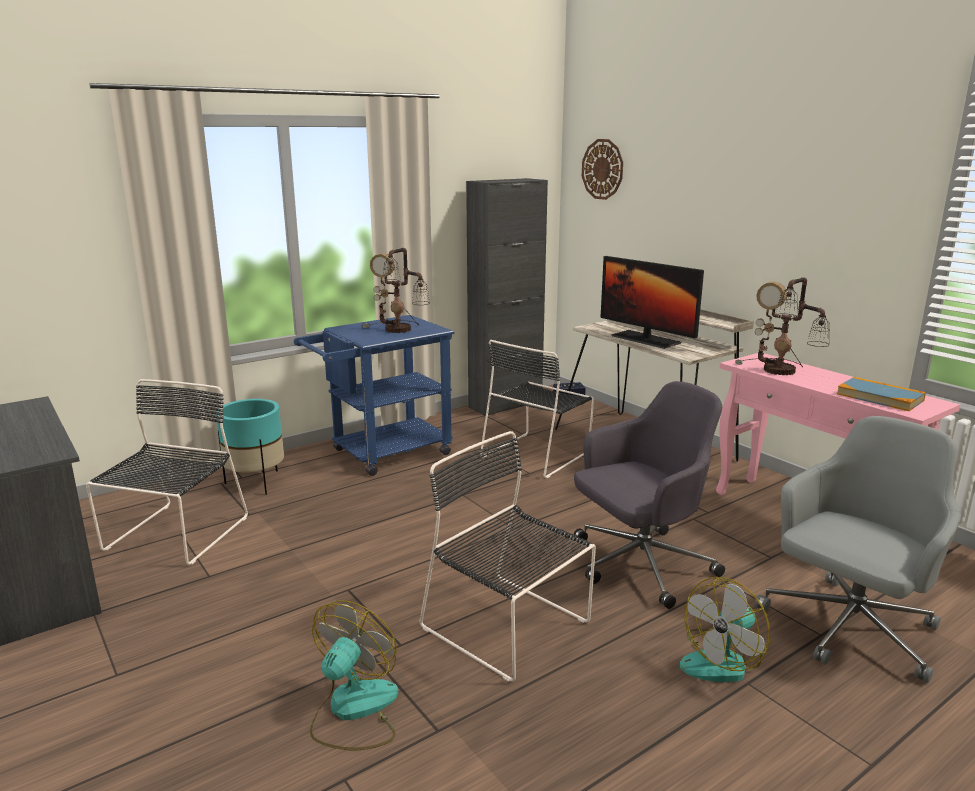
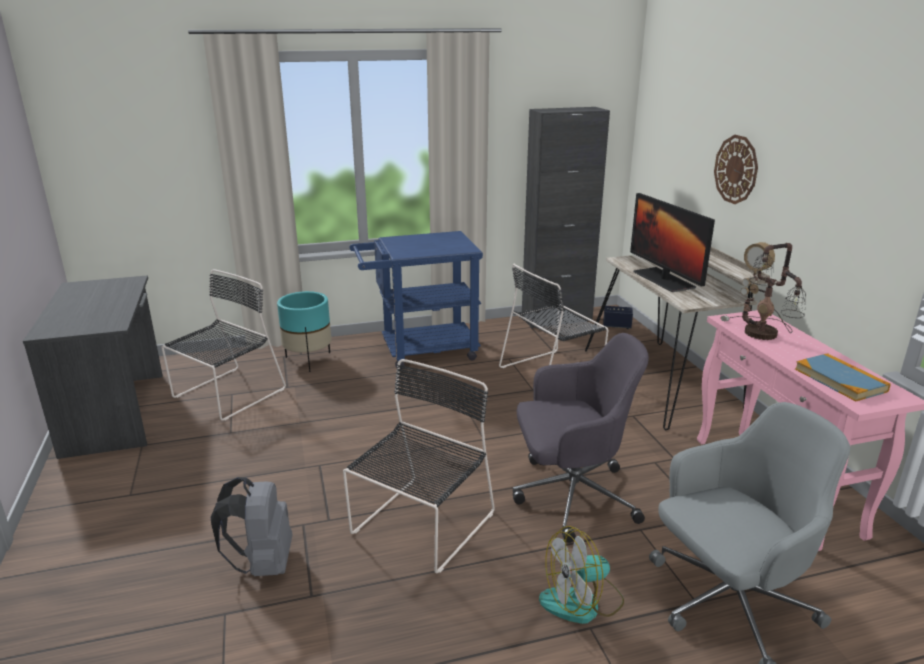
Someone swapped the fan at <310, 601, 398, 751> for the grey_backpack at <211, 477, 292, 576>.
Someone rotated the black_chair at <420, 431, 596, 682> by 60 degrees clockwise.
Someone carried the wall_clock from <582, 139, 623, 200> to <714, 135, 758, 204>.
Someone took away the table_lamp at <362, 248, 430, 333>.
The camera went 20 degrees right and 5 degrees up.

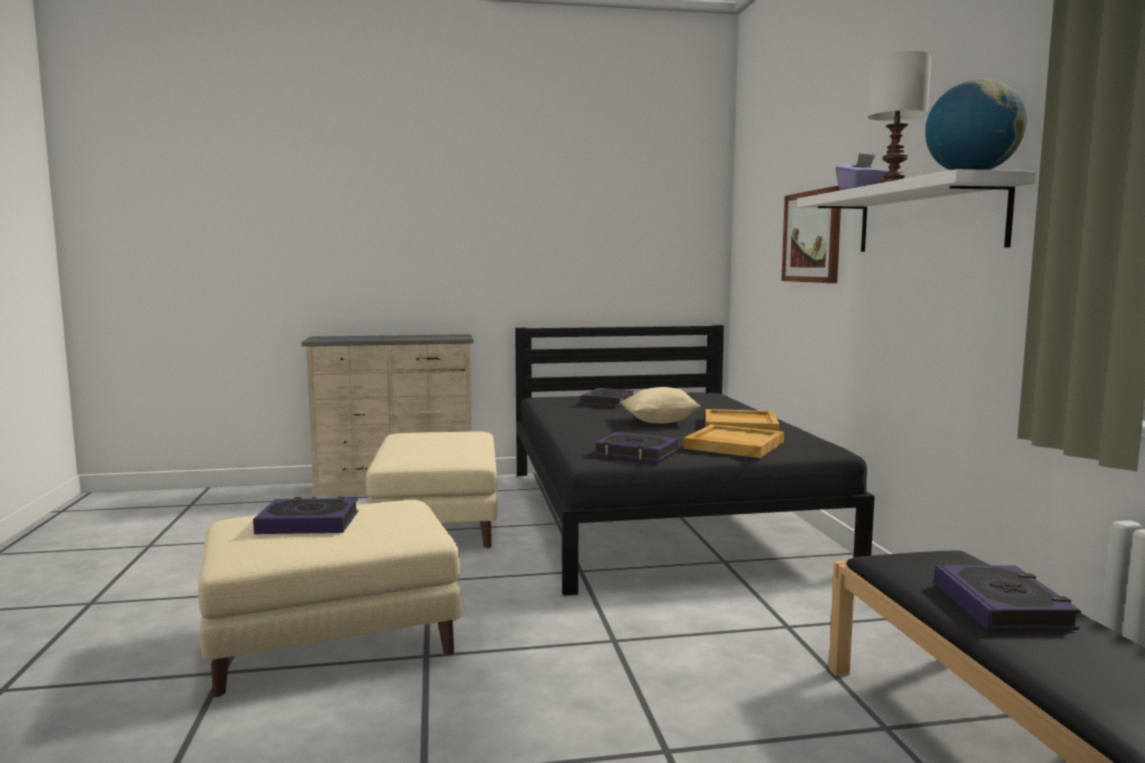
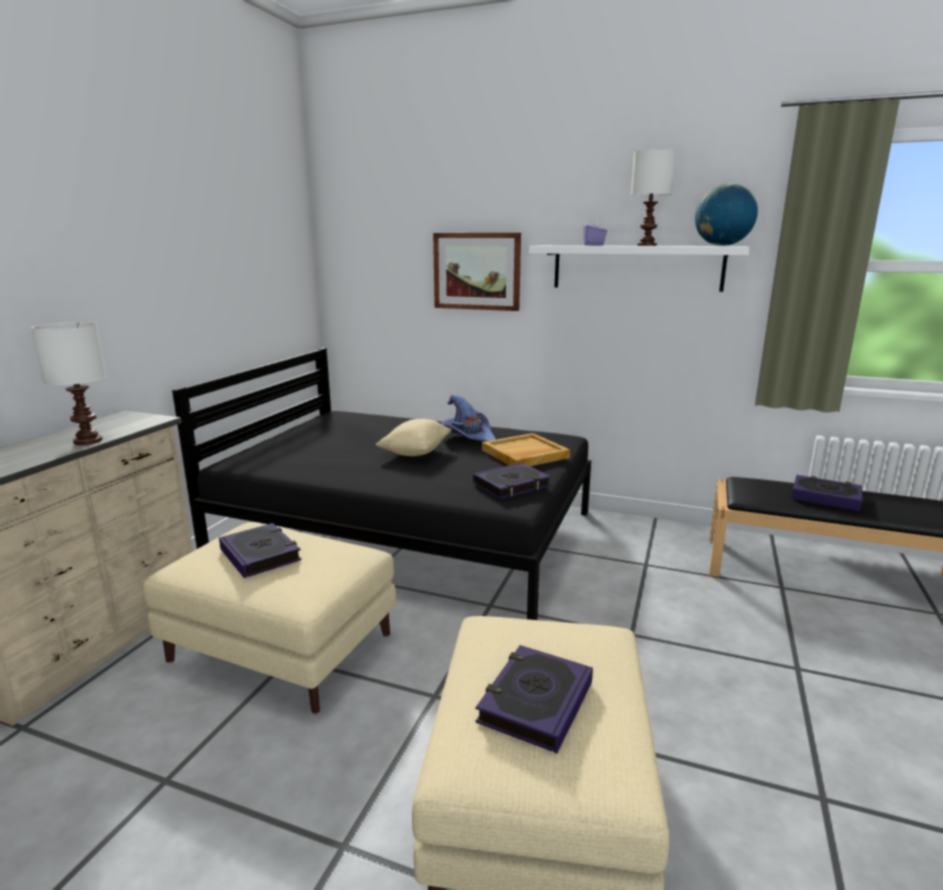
Someone put down the white_table_lamp at <31, 322, 106, 445>.
Someone carried the book from <581, 388, 634, 407> to <219, 523, 301, 578>.
Someone swapped the beige_tray at <705, 409, 780, 431> for the purple_hat at <441, 394, 496, 442>.
The camera went 60 degrees left and 10 degrees up.

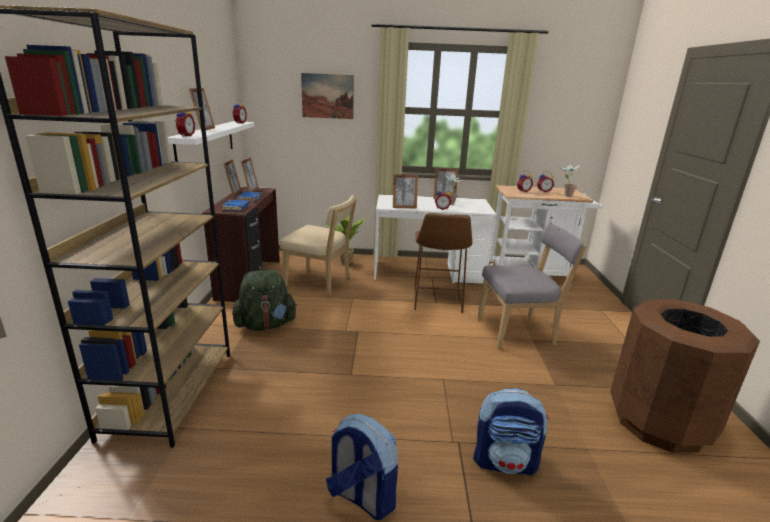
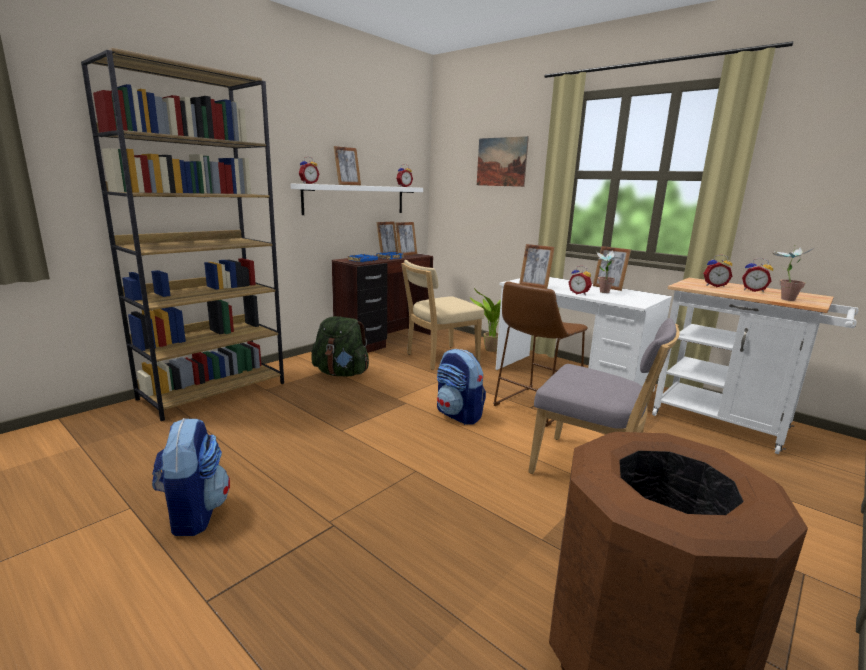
Someone rotated the beige_chair at <280, 195, 357, 295> by 90 degrees clockwise.
Someone carried the backpack from <473, 388, 548, 476> to <437, 349, 486, 425>.
The camera went 40 degrees right and 5 degrees down.

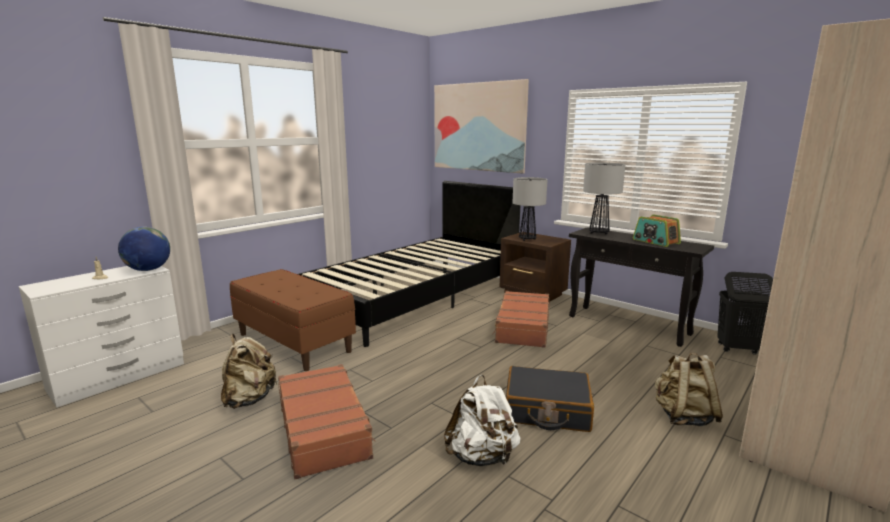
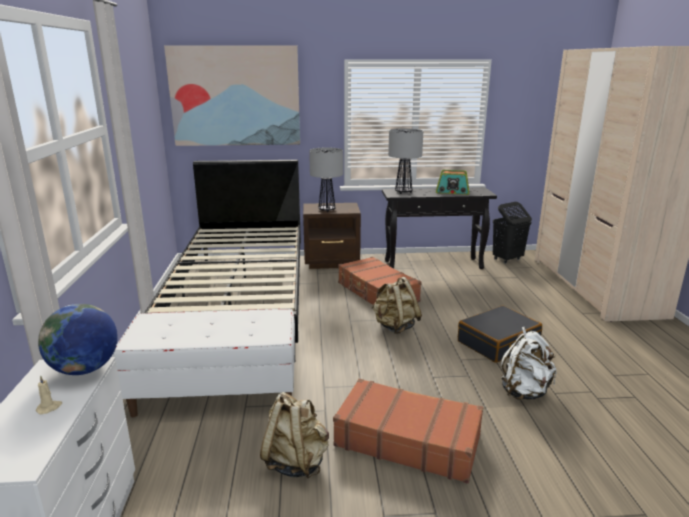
Someone repainted the brown_bench at <230, 269, 356, 371>, which became the white_bench at <113, 309, 295, 417>.
Someone carried the beige_backpack from <655, 352, 723, 426> to <372, 277, 422, 334>.
The camera went 45 degrees left and 5 degrees up.

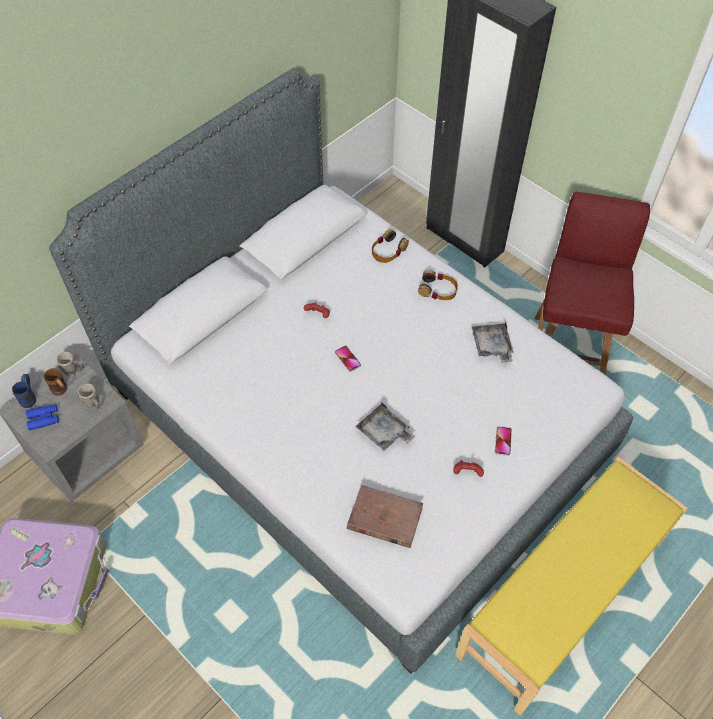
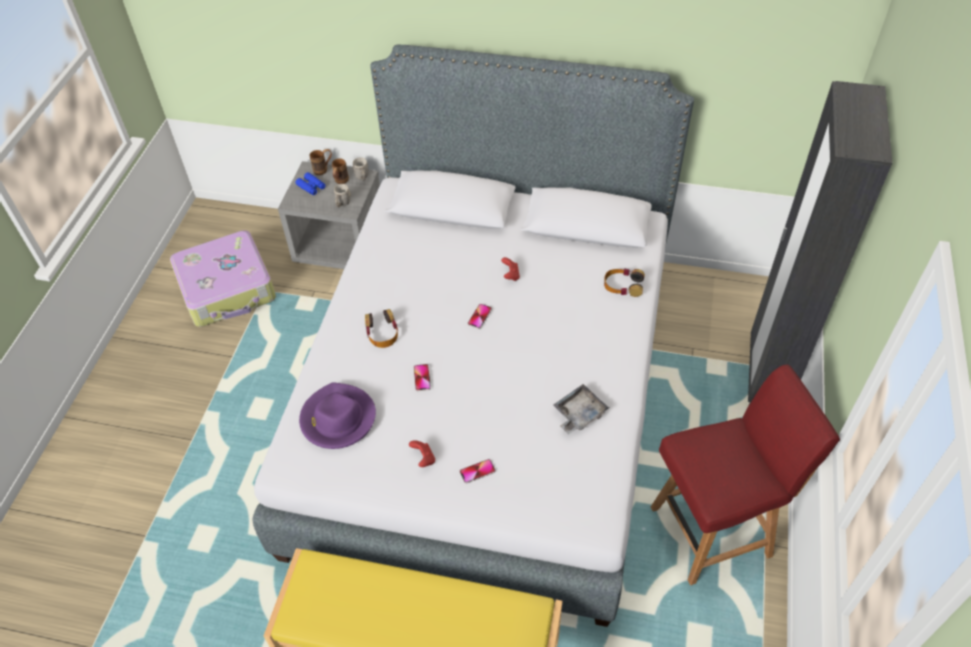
Someone swapped the brown_book at <347, 485, 423, 548> for the purple_hat at <299, 383, 376, 449>.
Someone repainted the blue_mug at <12, 374, 36, 408>, which became the brown_mug at <310, 149, 332, 175>.
Someone carried the headphones from <418, 270, 458, 300> to <365, 309, 398, 348>.
Someone swapped the grey_tray at <356, 402, 415, 450> for the phone at <414, 364, 431, 391>.
The camera went 60 degrees right and 5 degrees down.

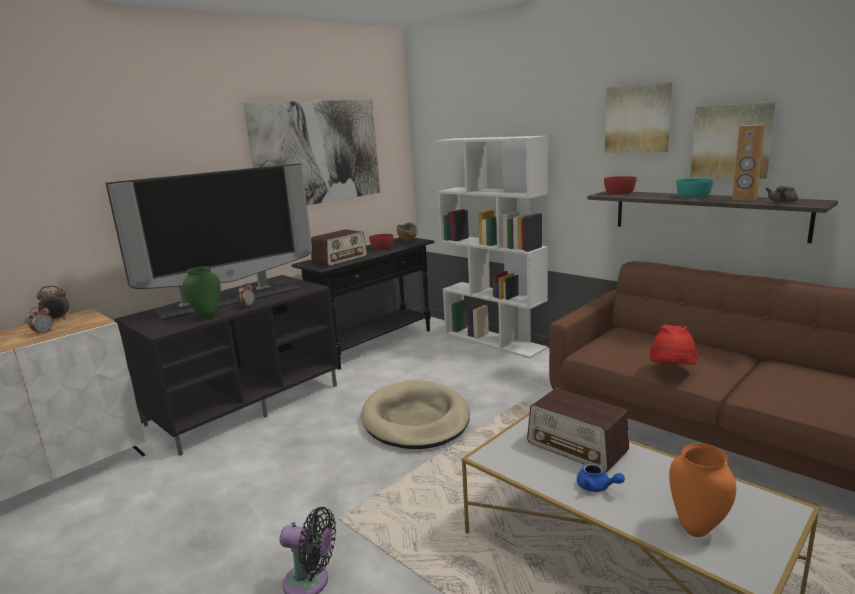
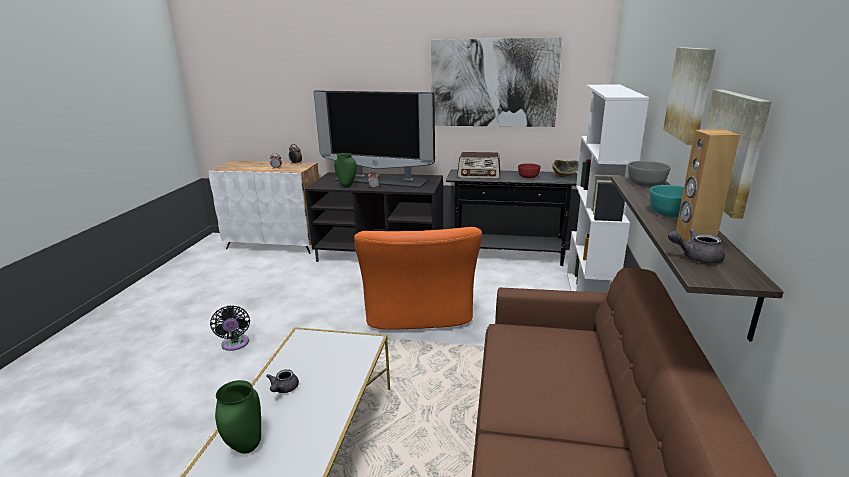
Someone repainted the orange_vase at <669, 443, 736, 537>, which became the green_vase at <215, 380, 261, 454>.
Someone repainted the blue_teapot at <577, 462, 625, 492>, which became the grey_teapot at <266, 369, 299, 393>.
Someone swapped the beige_dog_bed at <361, 380, 470, 449> for the orange_armchair at <354, 227, 482, 330>.
Someone repainted the red_bowl at <604, 176, 637, 194>, which became the grey_bowl at <628, 161, 671, 187>.
Someone took away the radio at <527, 388, 629, 472>.
Someone took away the red_hat at <650, 325, 698, 365>.
The camera went 55 degrees right and 5 degrees up.

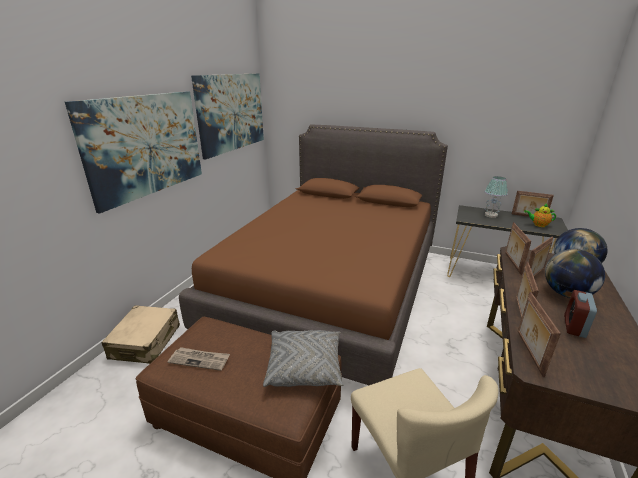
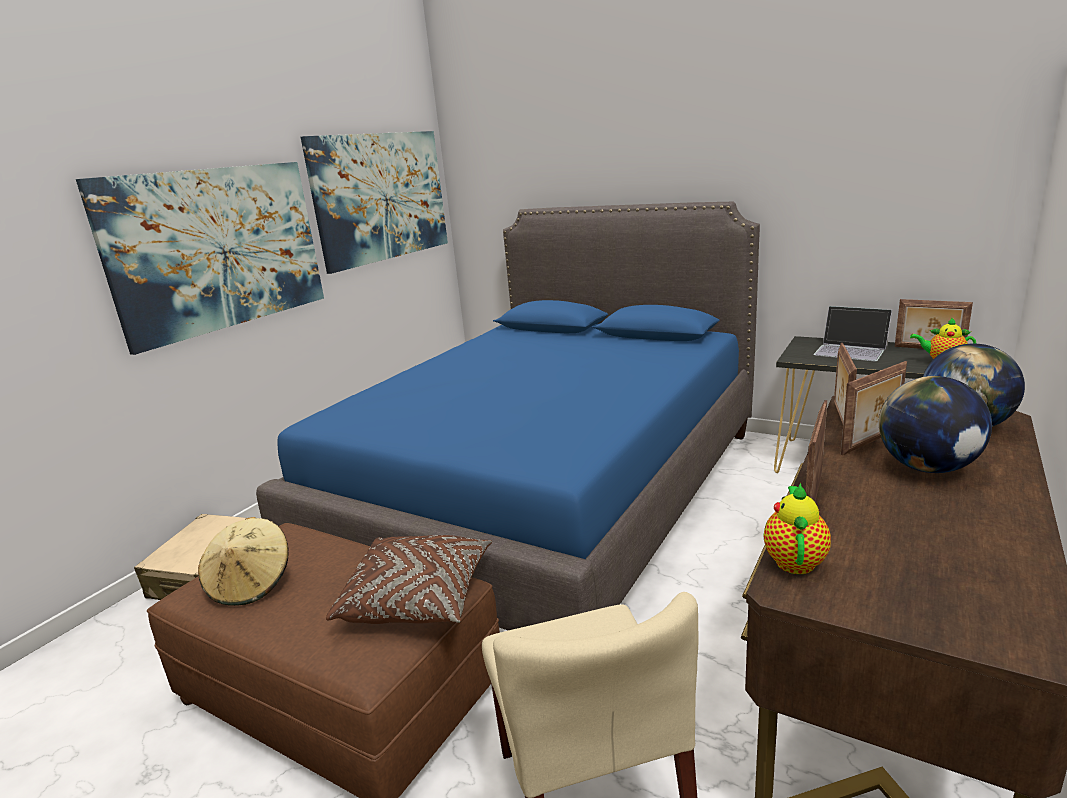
Someone swapped the newspaper at <168, 347, 230, 371> for the beige_hat at <198, 517, 289, 606>.
Someone repainted the brown_bed at <179, 124, 448, 385>, which became the blue_bed at <256, 202, 760, 630>.
Someone repainted the grey_pillow at <263, 330, 343, 387>, which became the brown_pillow at <326, 535, 492, 624>.
Someone swapped the picture_frame at <518, 292, 561, 377> for the teapot at <764, 483, 831, 574>.
Someone swapped the table_lamp at <485, 176, 508, 218> for the laptop at <813, 306, 892, 361>.
Someone took away the alarm_clock at <564, 290, 597, 338>.
The camera went 10 degrees right and 5 degrees down.

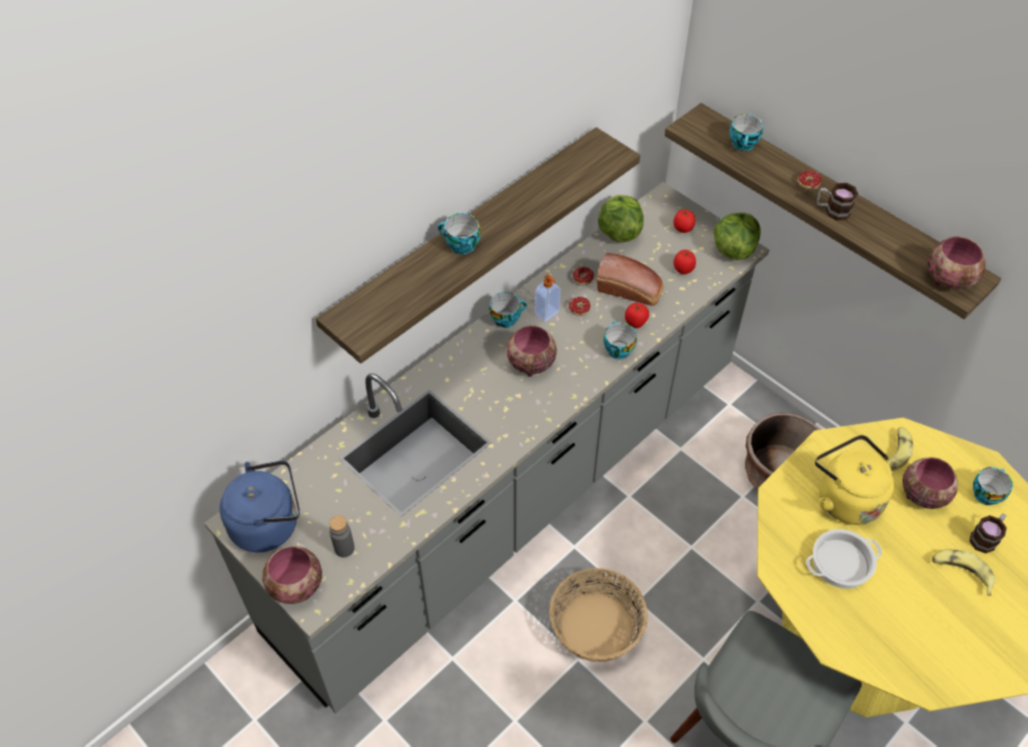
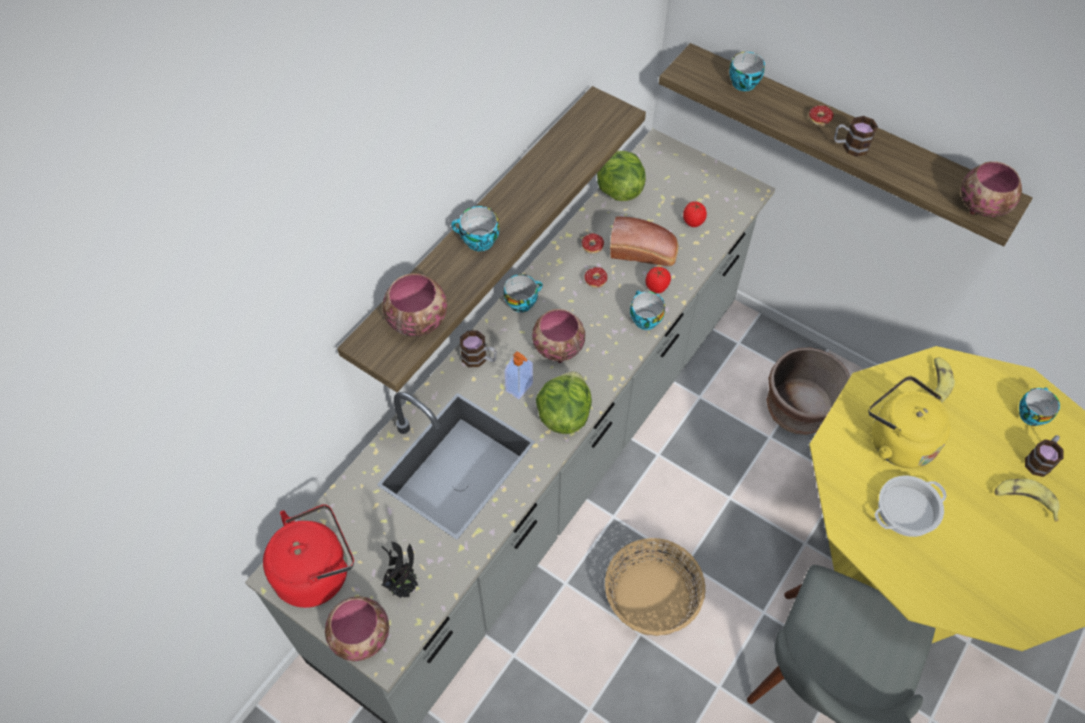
Someone repainted the blue_kettle at <220, 460, 300, 552>, which became the red_kettle at <263, 504, 354, 608>.
Someone swapped the grey_bottle at <329, 515, 355, 558> for the potted_plant at <381, 542, 418, 598>.
Someone carried the bowl from <902, 457, 958, 509> to <383, 273, 447, 337>.
Someone put down the mug at <460, 330, 497, 367>.
Someone carried the soap_dispenser from <535, 274, 561, 322> to <505, 351, 533, 399>.
Someone carried the lettuce from <714, 212, 761, 260> to <536, 371, 592, 434>.
Someone took away the tomato at <673, 209, 695, 233>.
The camera went 10 degrees left and 5 degrees up.

